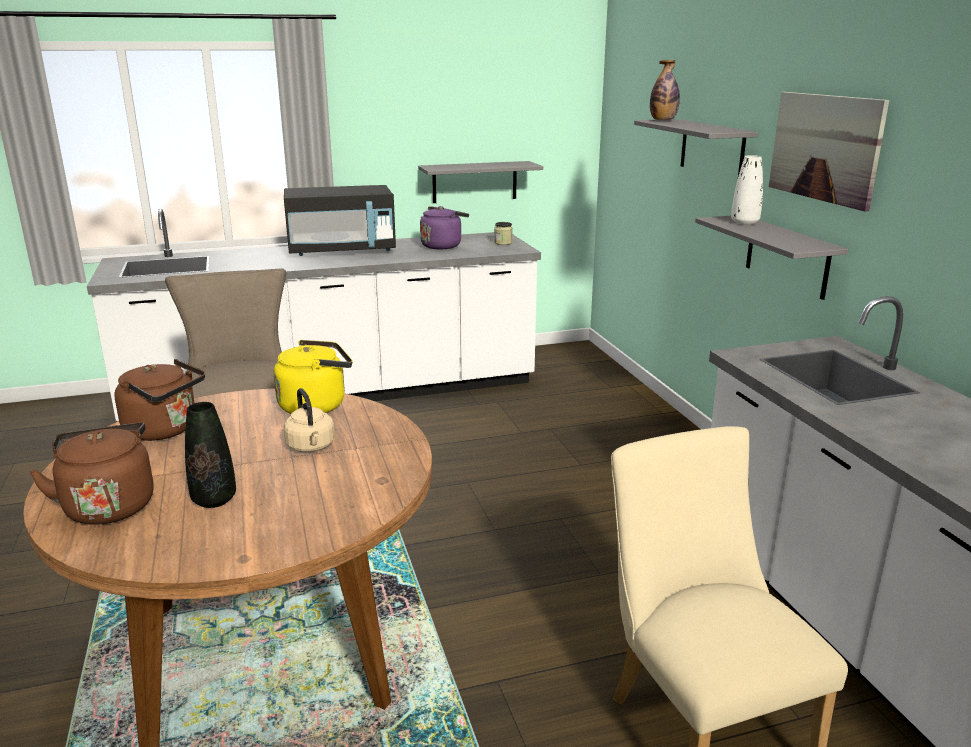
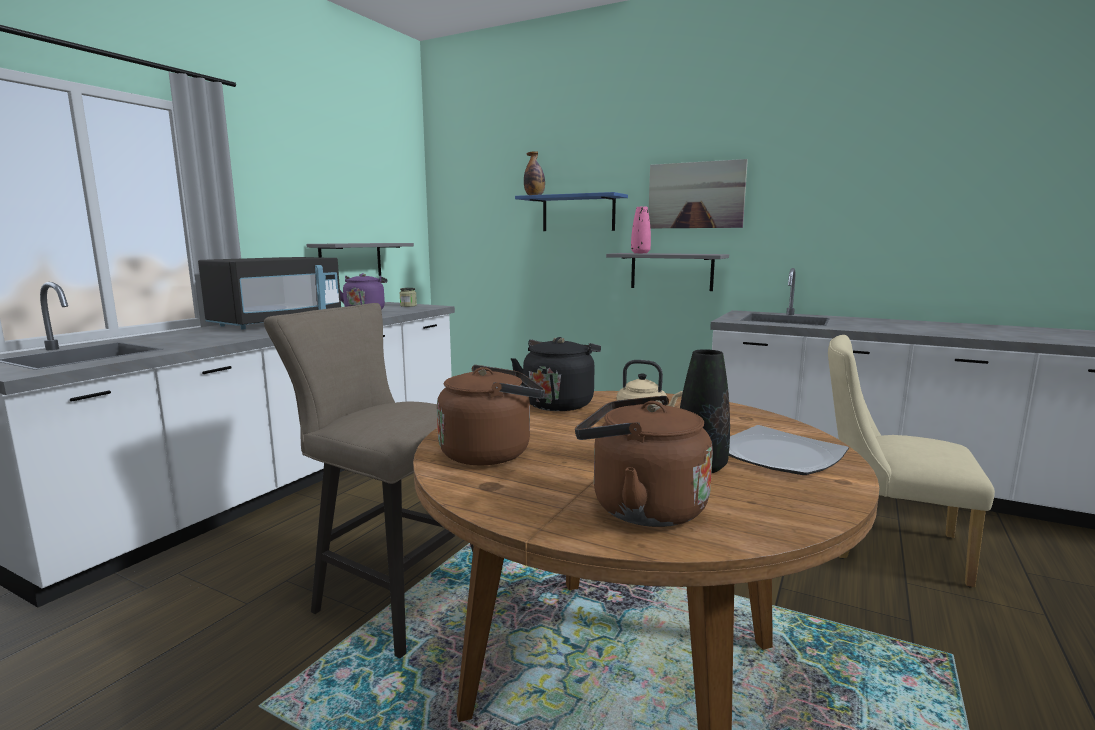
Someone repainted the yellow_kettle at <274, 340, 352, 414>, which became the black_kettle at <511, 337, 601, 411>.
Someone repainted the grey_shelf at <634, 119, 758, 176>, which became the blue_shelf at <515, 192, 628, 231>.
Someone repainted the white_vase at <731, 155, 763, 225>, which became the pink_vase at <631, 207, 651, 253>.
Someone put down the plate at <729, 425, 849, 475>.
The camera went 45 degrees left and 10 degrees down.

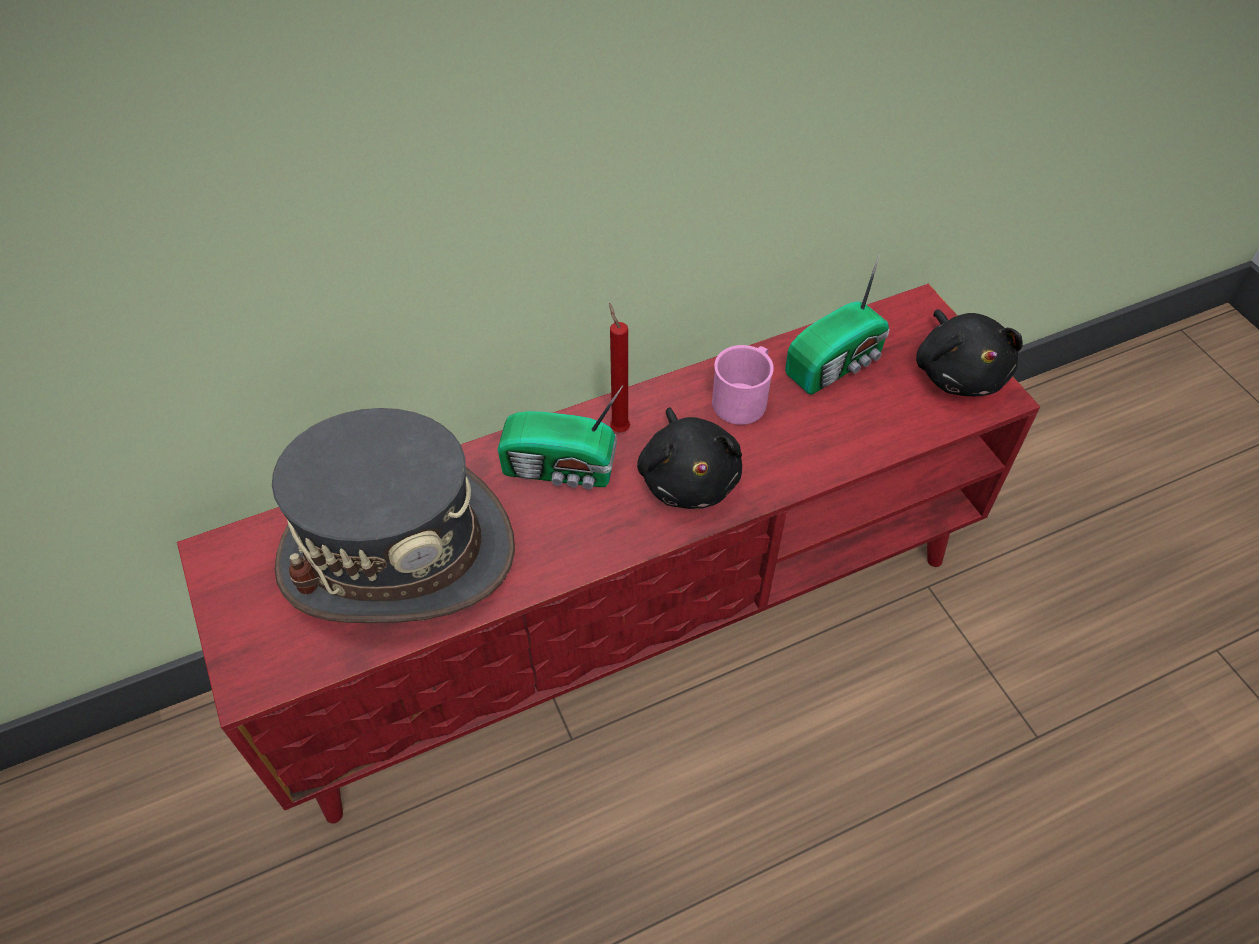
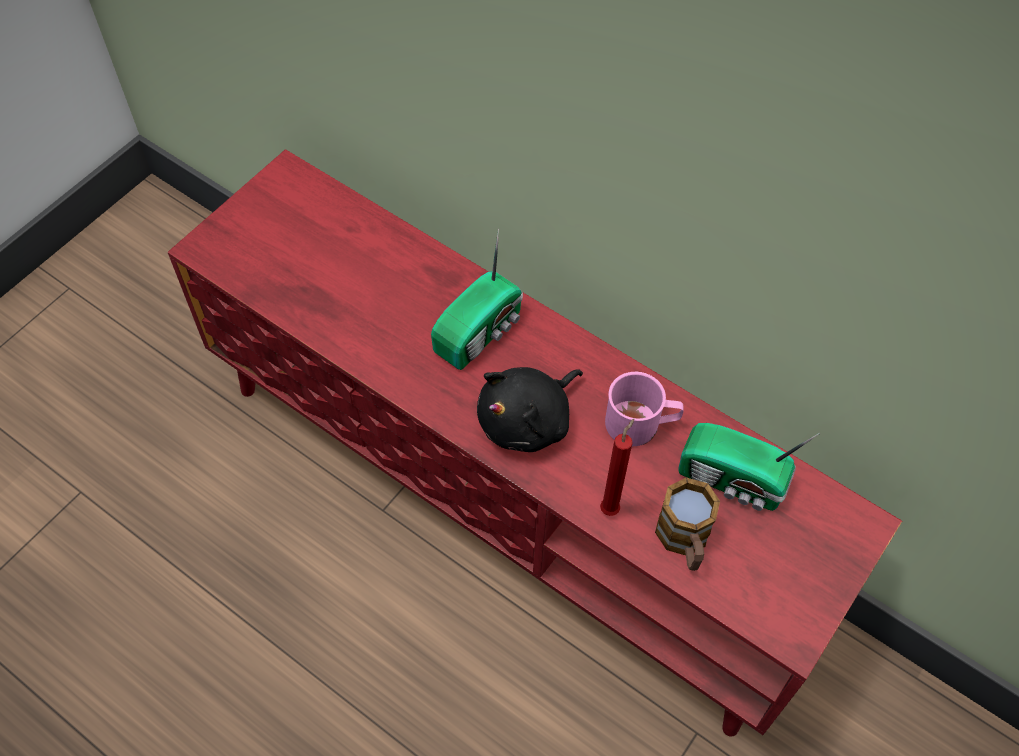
Someone rotated the radio at <497, 385, 623, 489> by 120 degrees counterclockwise.
Someone carried the red_candle from <609, 303, 630, 432> to <600, 419, 634, 516>.
Someone put down the mug at <655, 477, 720, 571>.
Someone took away the grey_hat at <272, 408, 515, 623>.
Someone took away the black_plush_toy at <916, 309, 1023, 396>.
The camera went 60 degrees right and 5 degrees up.

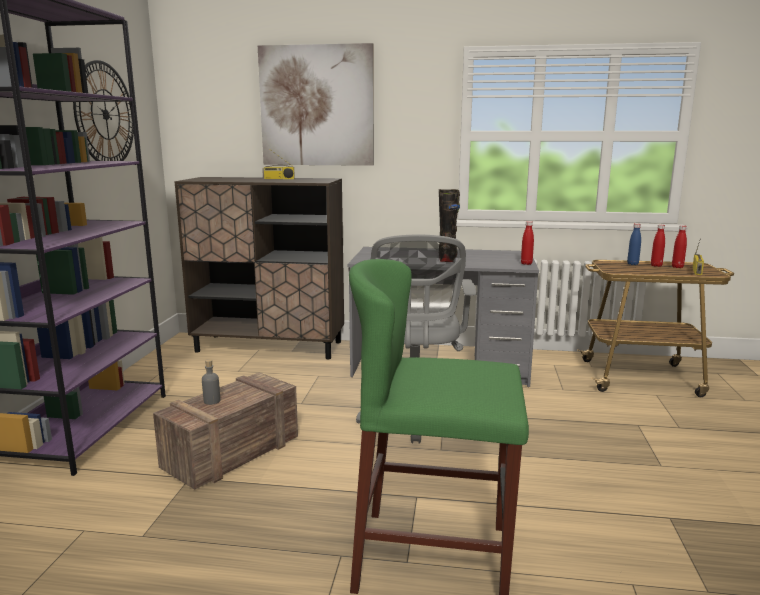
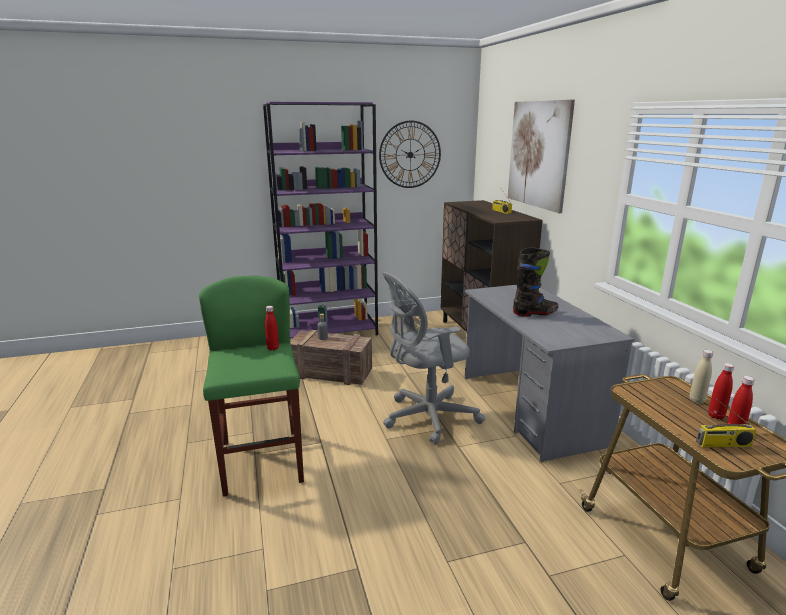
Someone carried the red_bottle from <521, 221, 534, 265> to <265, 306, 279, 350>.
Someone repainted the blue_bottle at <627, 223, 641, 265>, which became the beige_bottle at <689, 350, 713, 404>.
The camera went 65 degrees right and 5 degrees up.

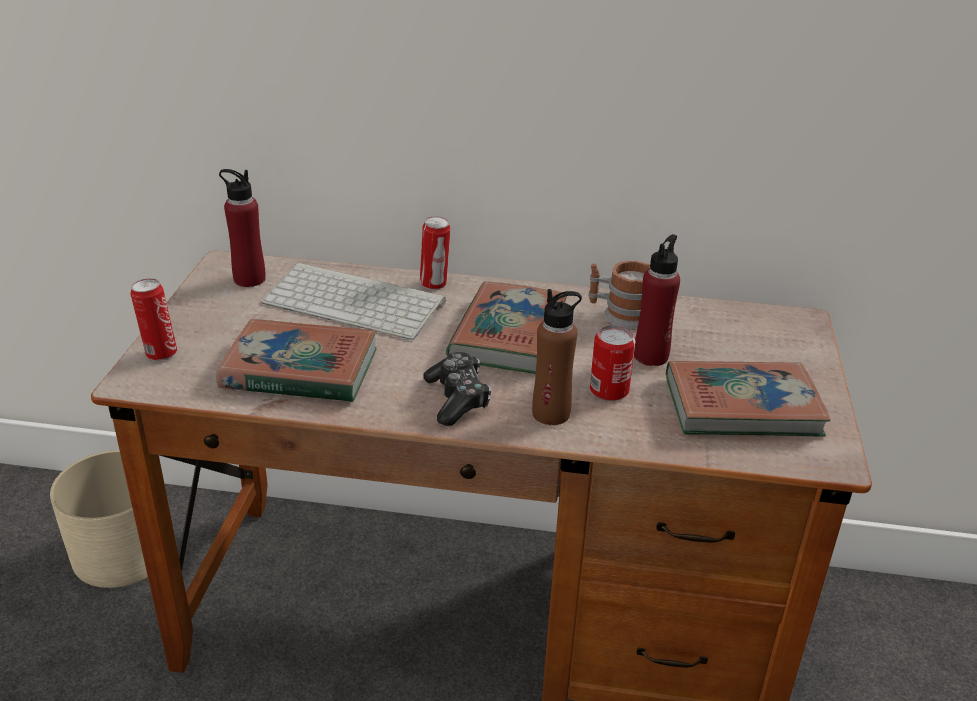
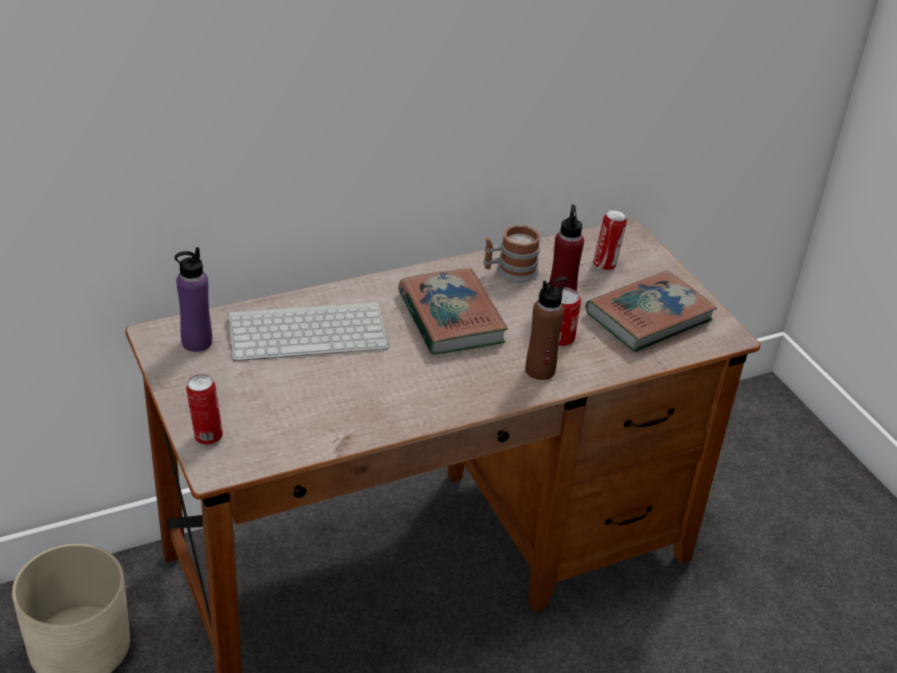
Someone repainted the red_bottle at <219, 169, 266, 287>, which became the purple_bottle at <175, 247, 212, 352>.
Someone carried the can from <420, 216, 450, 290> to <593, 209, 627, 271>.
Someone took away the book at <216, 319, 377, 402>.
Someone took away the game_controller at <423, 352, 491, 426>.
The camera went 35 degrees left and 5 degrees up.

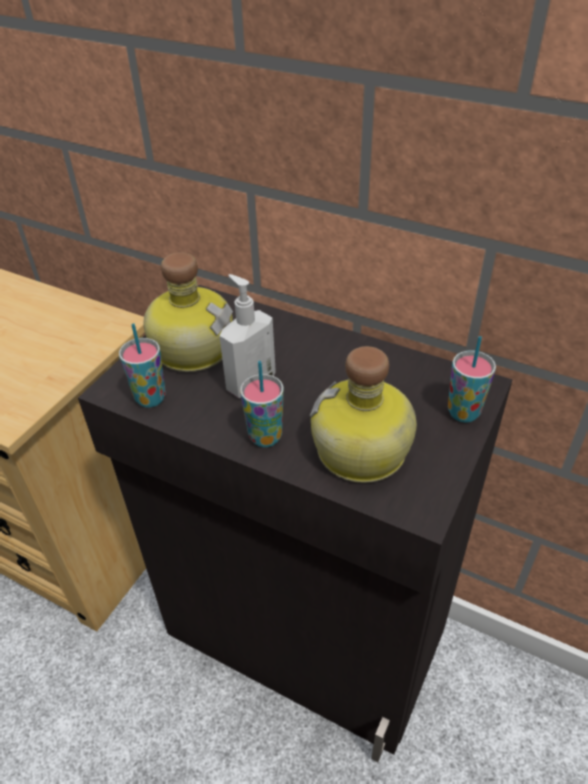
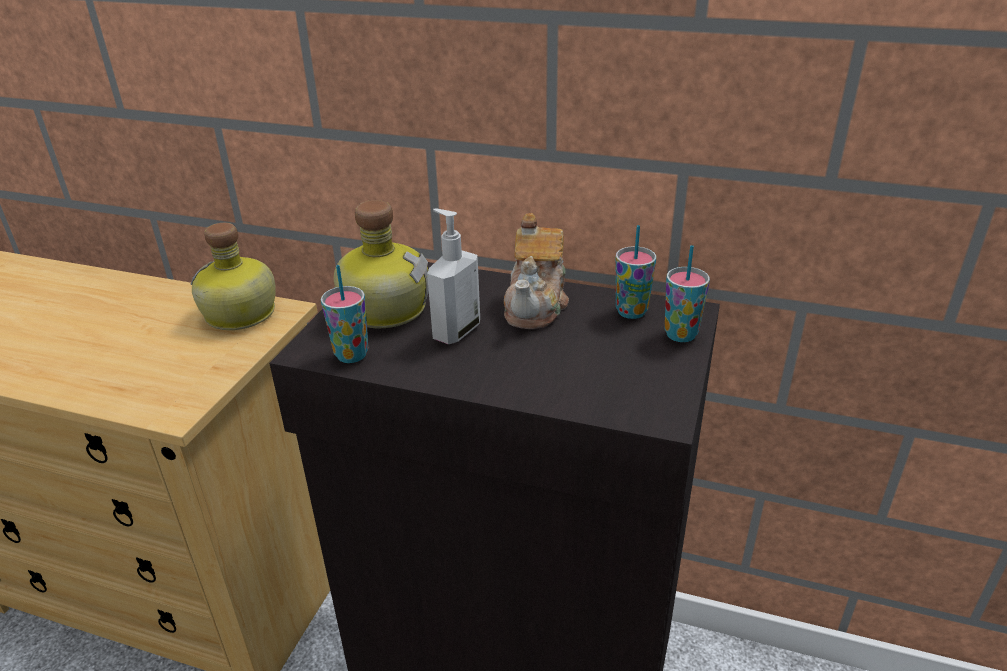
Someone carried the bottle from <310, 346, 417, 483> to <191, 223, 275, 330>.
Someone put down the teapot at <504, 213, 569, 329>.
Someone carried the cup from <240, 361, 284, 447> to <615, 225, 656, 319>.
The camera went 10 degrees left and 10 degrees down.

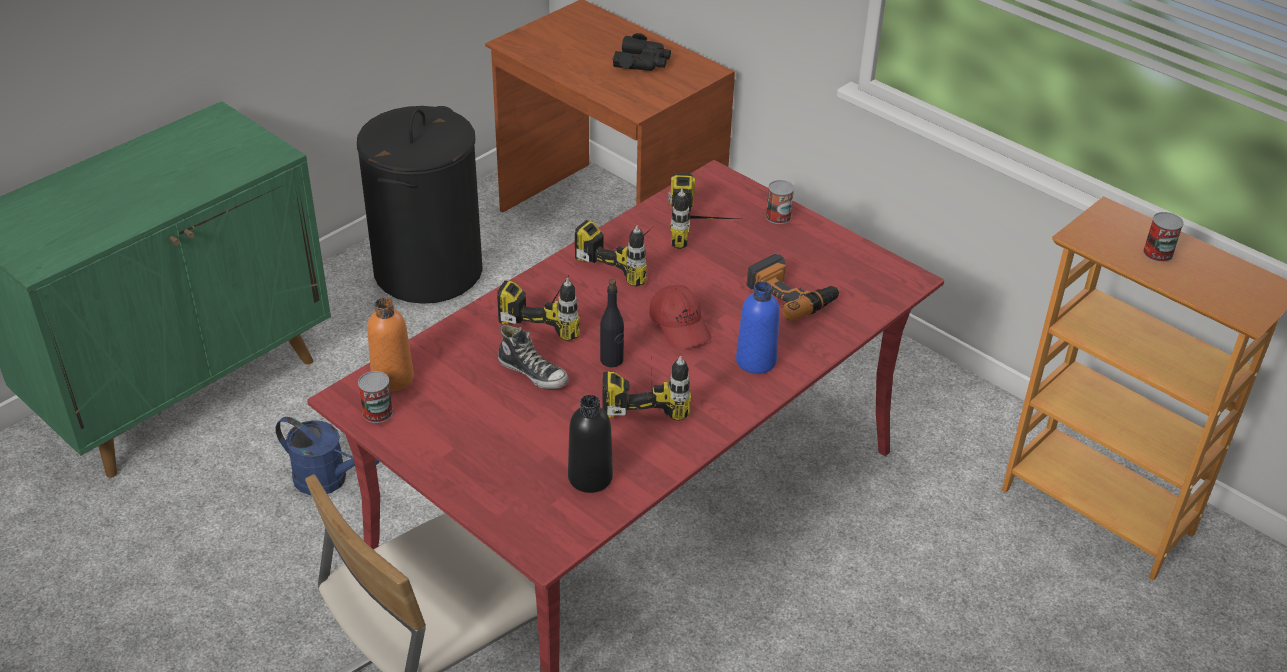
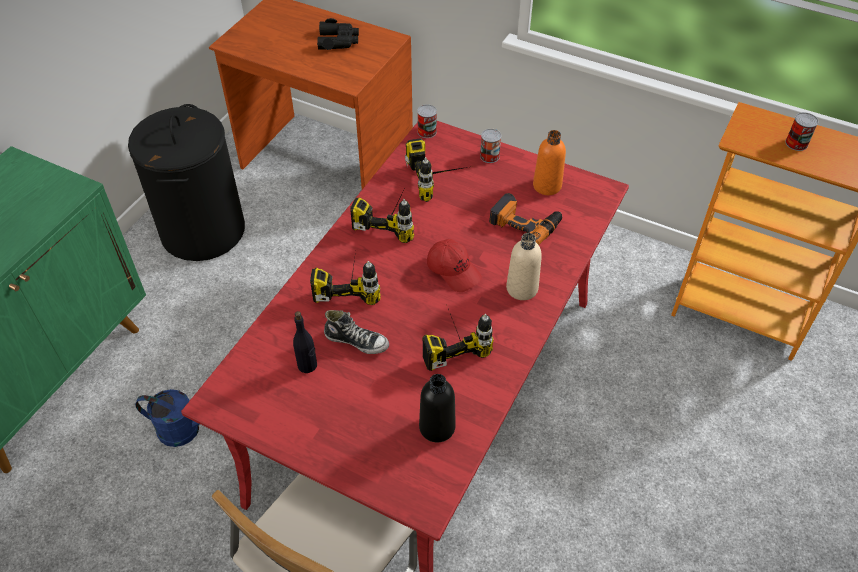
Someone carried the black_bottle from <600, 279, 624, 367> to <293, 311, 317, 373>.
Someone carried the can from <358, 371, 393, 423> to <417, 104, 437, 138>.
Someone repainted the blue_bottle at <736, 281, 780, 374>, which became the beige_bottle at <506, 233, 542, 300>.
Someone carried the orange_bottle from <367, 298, 414, 392> to <533, 130, 566, 195>.
The camera went 15 degrees left and 10 degrees up.

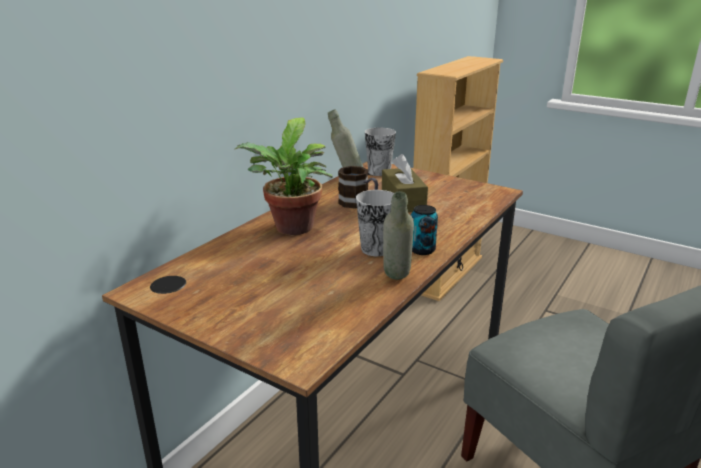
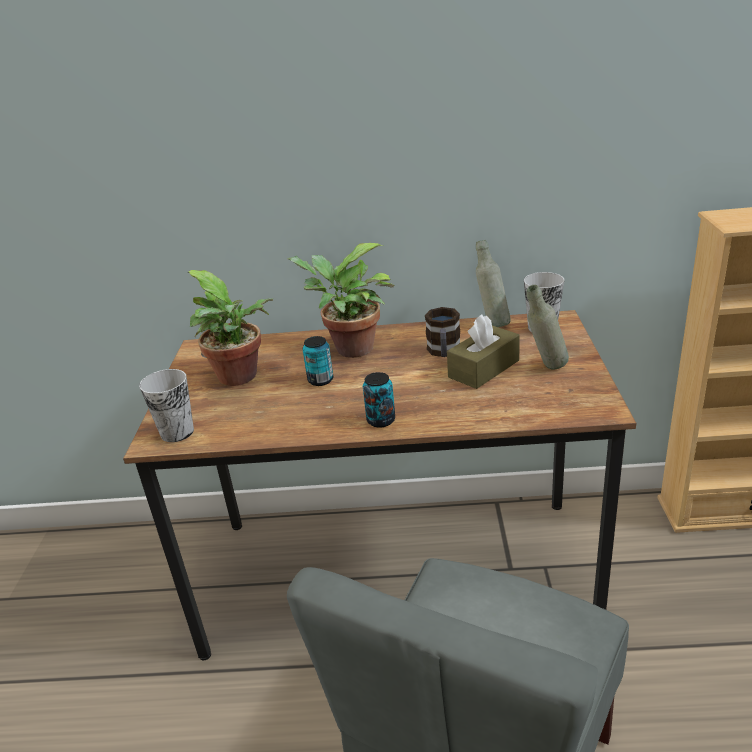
Someone carried the cup from <356, 190, 394, 256> to <139, 369, 194, 442>.
Someone put down the potted_plant at <187, 270, 273, 386>.
Someone put down the can at <303, 336, 333, 386>.
Someone carried the grey_bottle from <383, 191, 414, 280> to <527, 285, 569, 369>.
The camera went 60 degrees right and 5 degrees up.

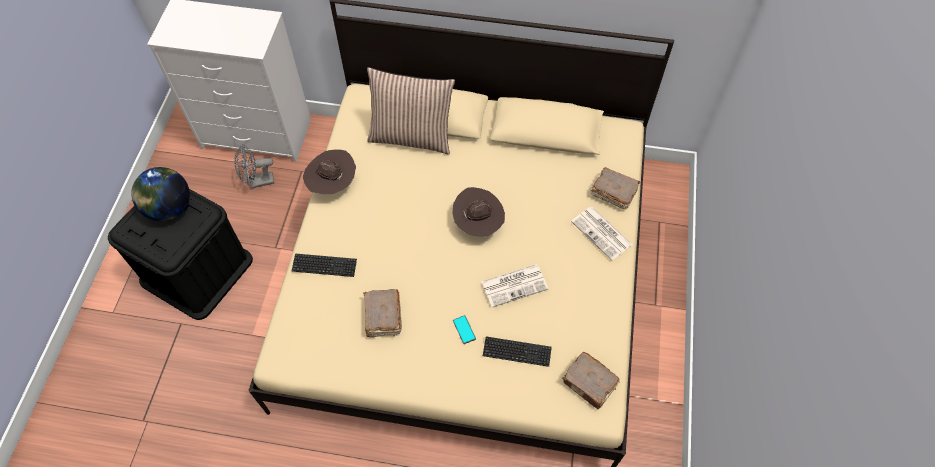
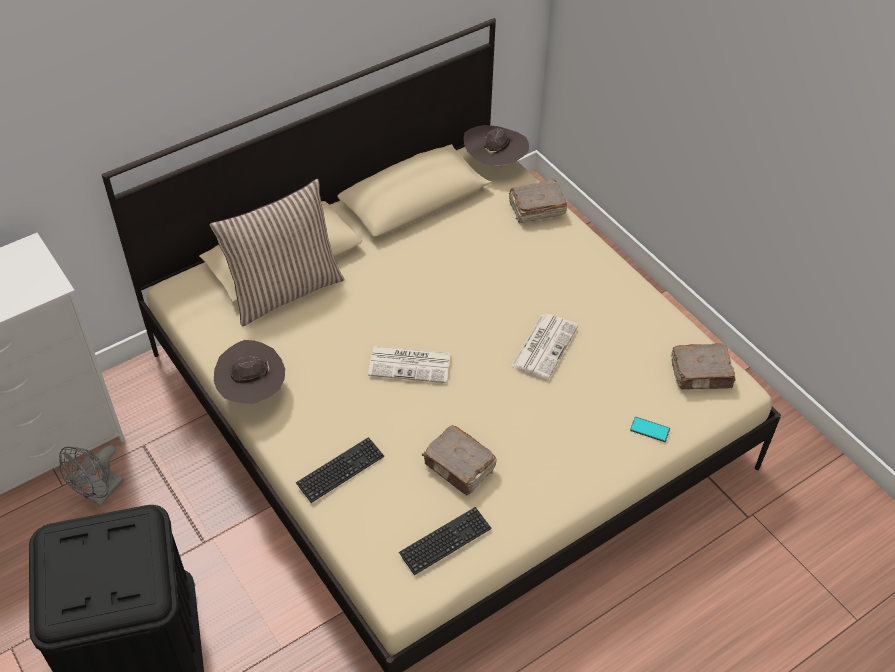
Someone carried the newspaper from <571, 207, 633, 261> to <368, 346, 451, 383>.
Someone carried the keyboard from <483, 336, 552, 367> to <399, 507, 491, 575>.
Someone carried the brown_hat from <452, 187, 505, 236> to <464, 125, 529, 171>.
Someone carried the phone from <453, 315, 476, 344> to <630, 417, 670, 442>.
Someone took away the globe at <131, 167, 190, 221>.
The camera went 45 degrees left and 10 degrees down.

